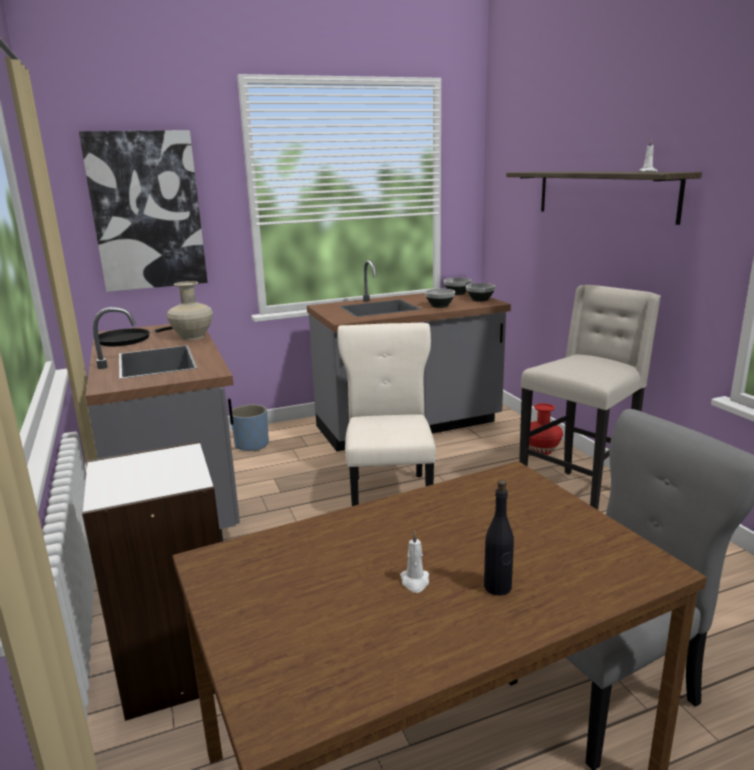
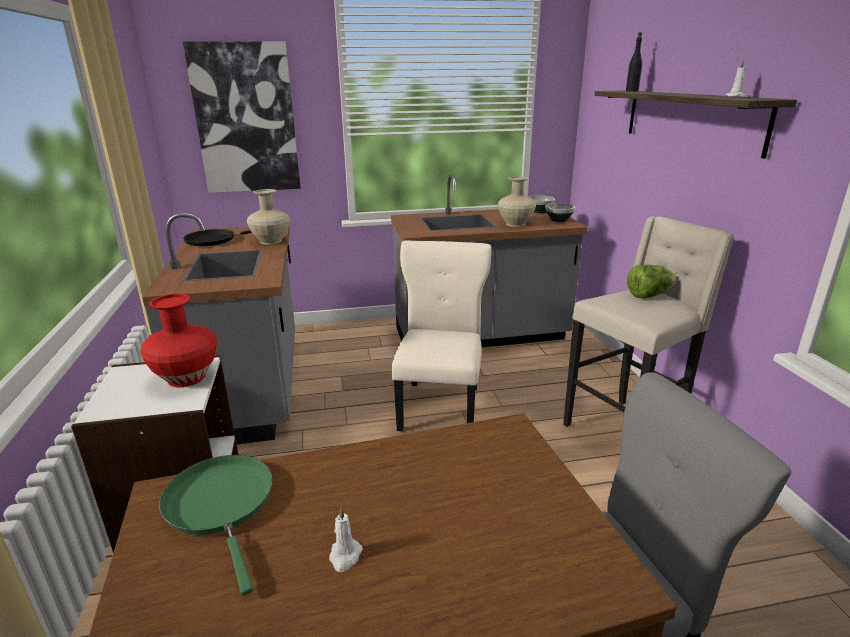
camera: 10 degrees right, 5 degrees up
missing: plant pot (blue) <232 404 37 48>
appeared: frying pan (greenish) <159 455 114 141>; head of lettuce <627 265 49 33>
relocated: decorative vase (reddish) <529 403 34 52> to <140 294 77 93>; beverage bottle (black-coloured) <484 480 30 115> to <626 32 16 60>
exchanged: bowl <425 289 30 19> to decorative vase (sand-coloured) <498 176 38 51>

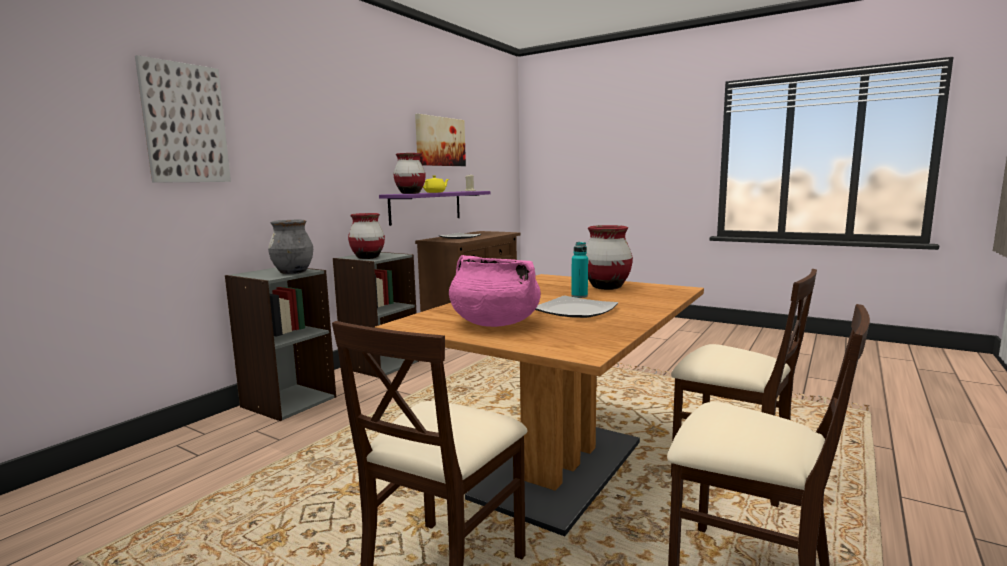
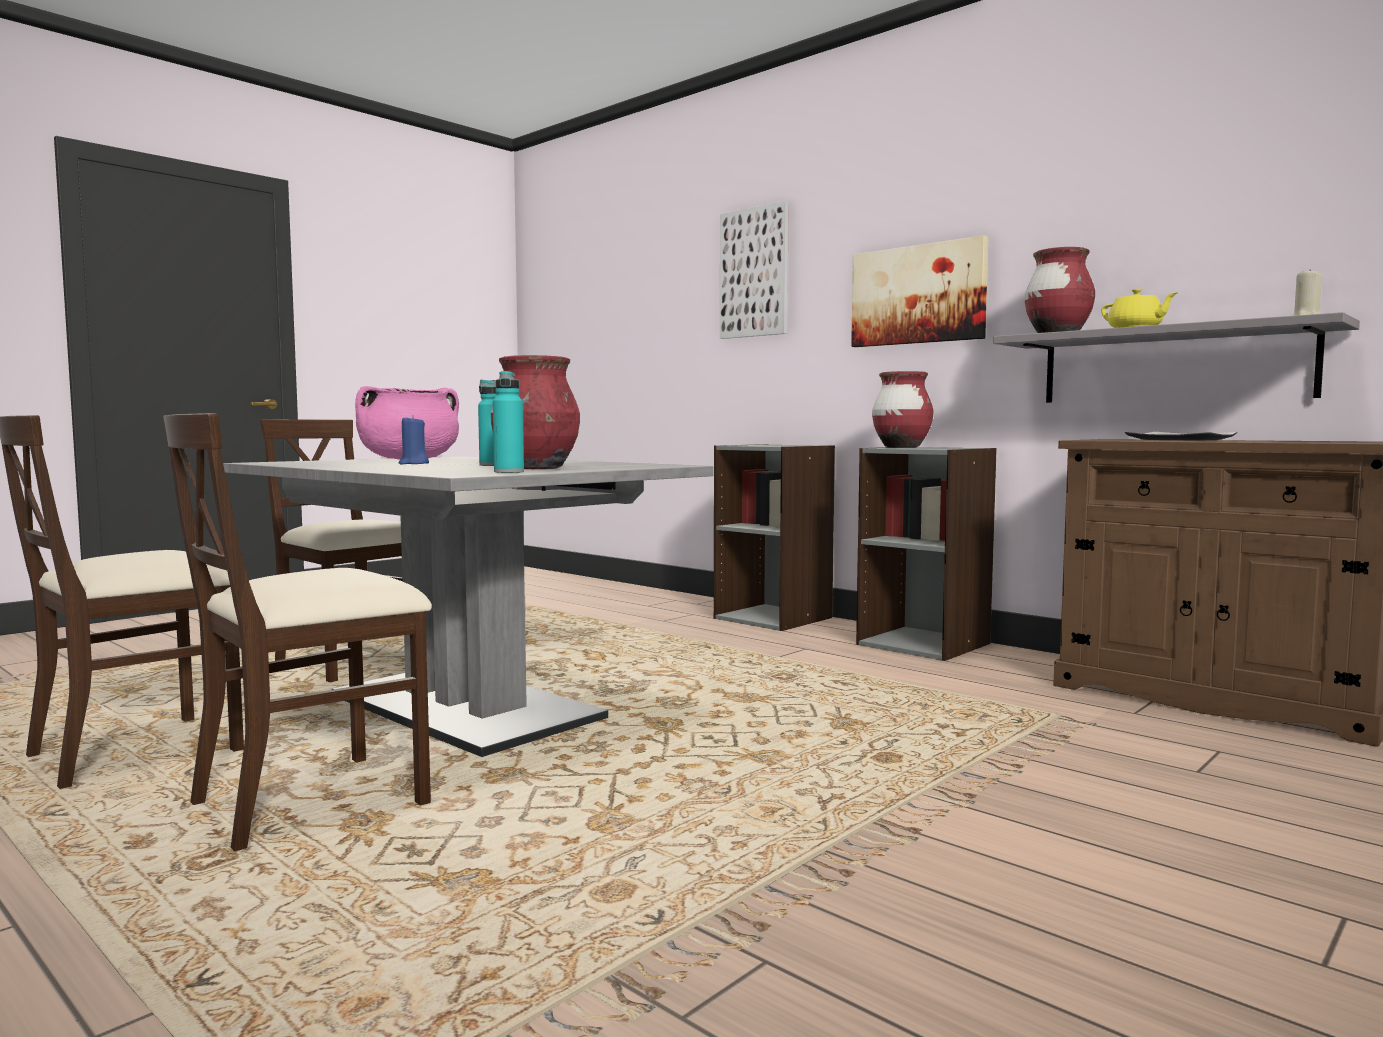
camera: 100 degrees right, 5 degrees down
missing: decorative vase (greyish) <268 220 45 54>
appeared: beverage bottle (blue-green) <493 371 31 102>
relocated: picture <415 114 51 52> to <851 235 137 112>
exchanged: dinner plate <535 296 83 22> to candle (blue) <399 415 30 50>
colour: dining table (brown) <375 274 329 262> to dining table (greyish) <223 457 490 300>; wall shelf (purple-coloured) <379 191 111 35> to wall shelf (greyish) <993 312 367 91>

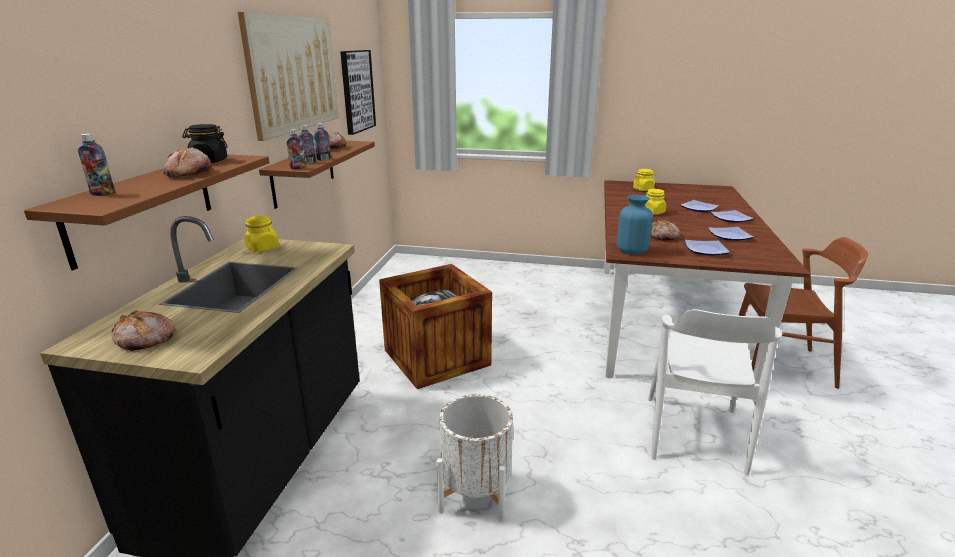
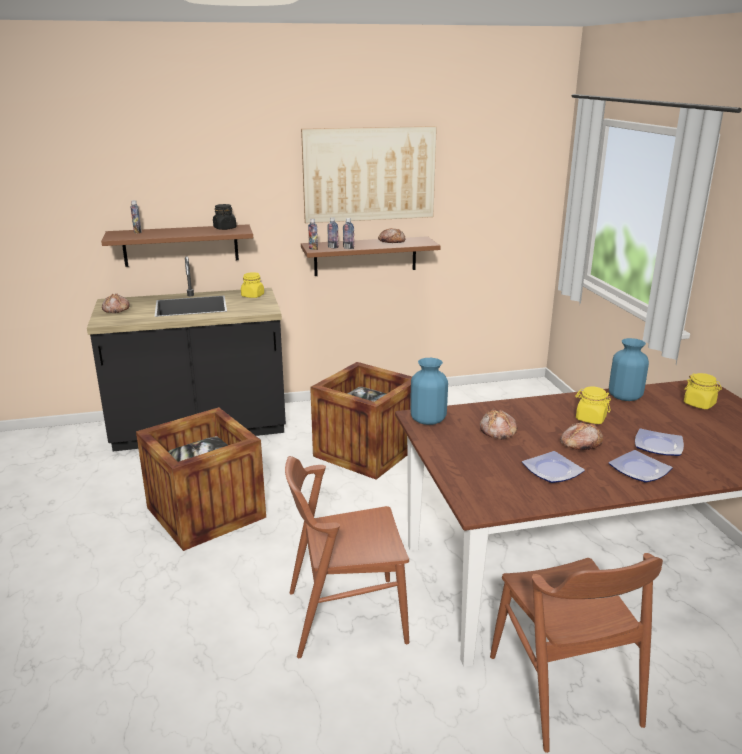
camera: 65 degrees right, 0 degrees up
missing: picture <340 50 36 85>; dinner plate <685 240 45 15>
appeared: decorative vase (blue) <609 338 40 63>
relocated: baked bread <163 147 49 30> to <560 422 43 28>
exchanged: plant pot (whitish) <436 394 77 128> to shipping crate <136 407 130 144>
colour: upright chair (whitish) <648 309 134 167> to upright chair (brown) <285 456 124 202>

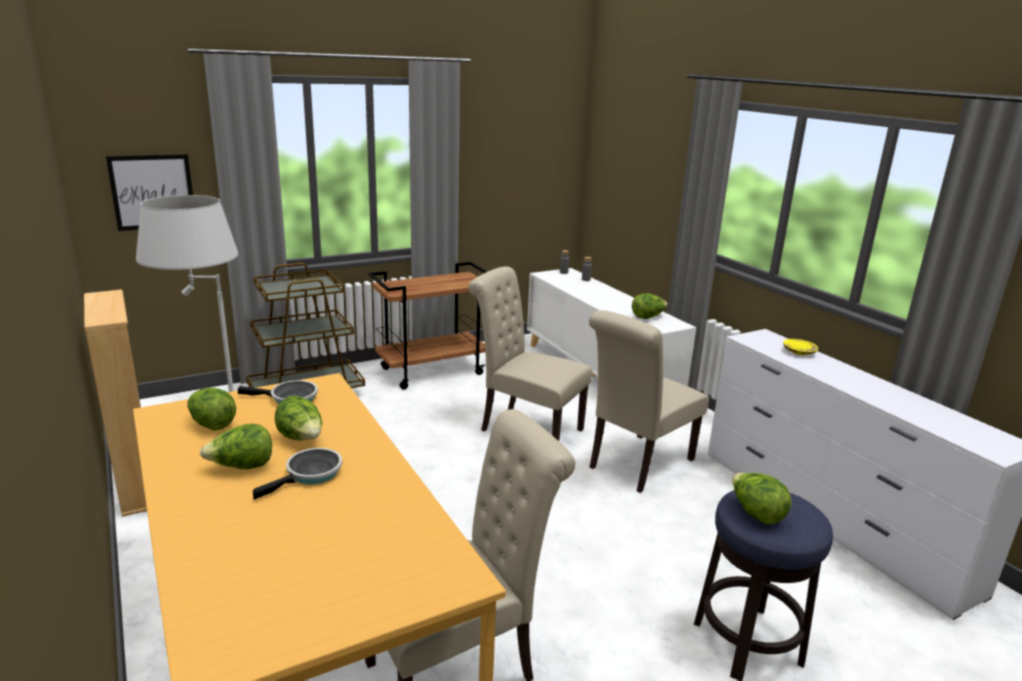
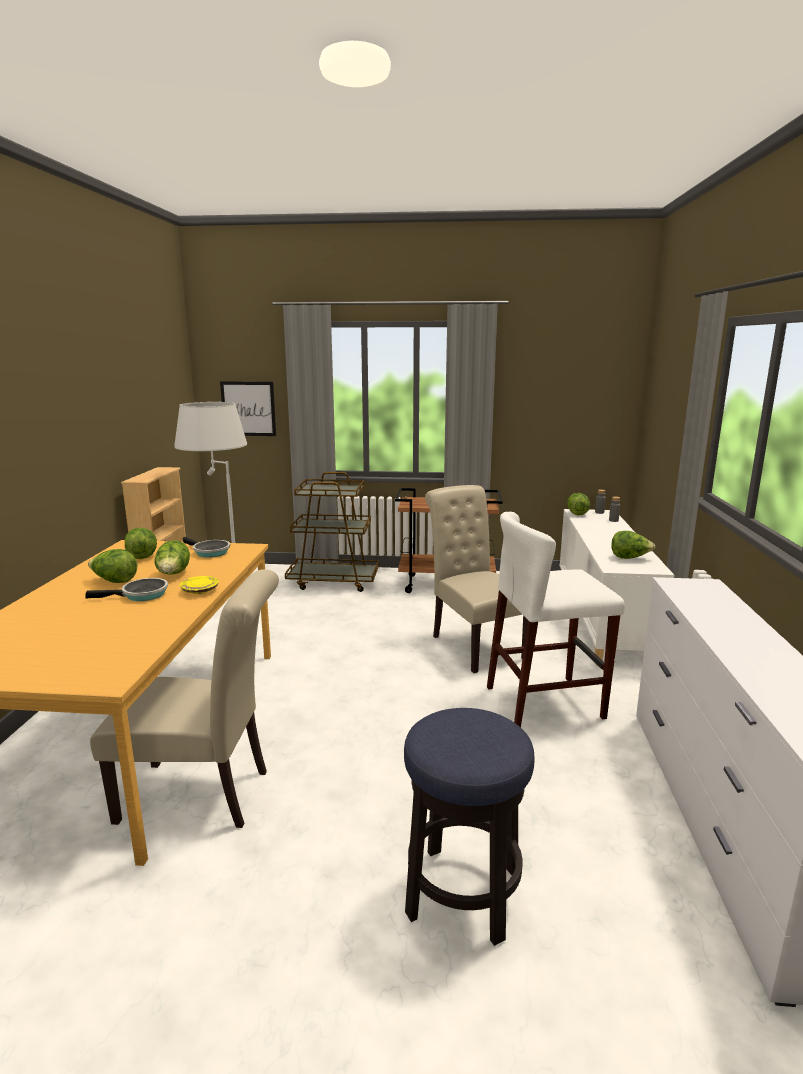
camera: 35 degrees right, 5 degrees down
relocated: dinner plate (yellow-coloured) <783 339 35 16> to <180 576 39 18>; head of lettuce <732 473 60 51> to <567 493 23 22>
exchanged: upright chair (sand-coloured) <589 310 120 183> to stool (whitish) <487 512 138 215>

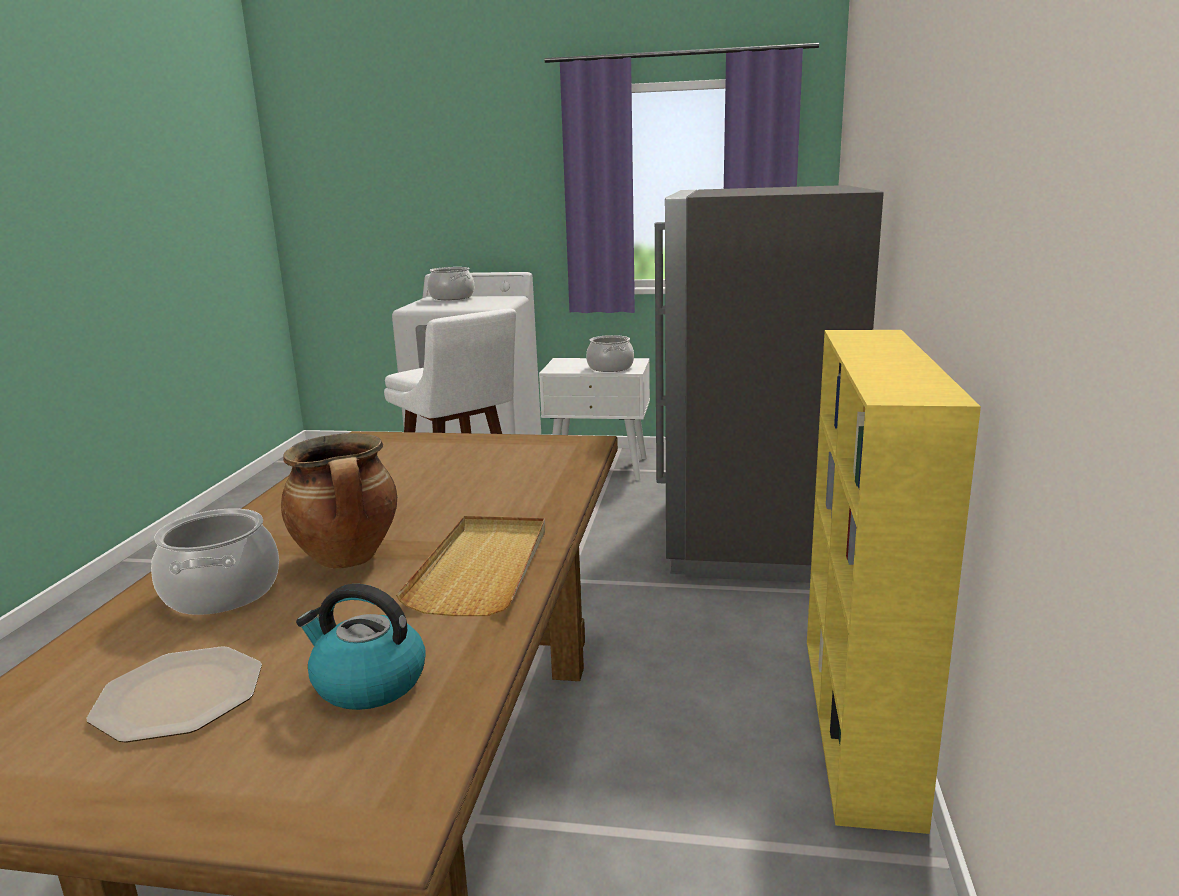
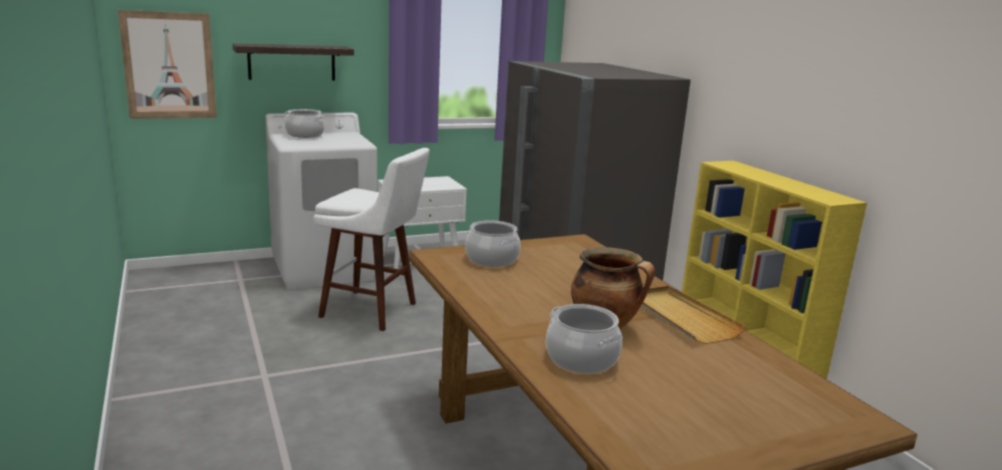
camera: 35 degrees left, 0 degrees up
missing: dinner plate <87 646 175 97>; kettle <296 584 130 126>
appeared: picture <118 10 99 109>; wall shelf <233 43 121 37>
relocated: saucepot <586 335 48 37> to <465 220 56 47>

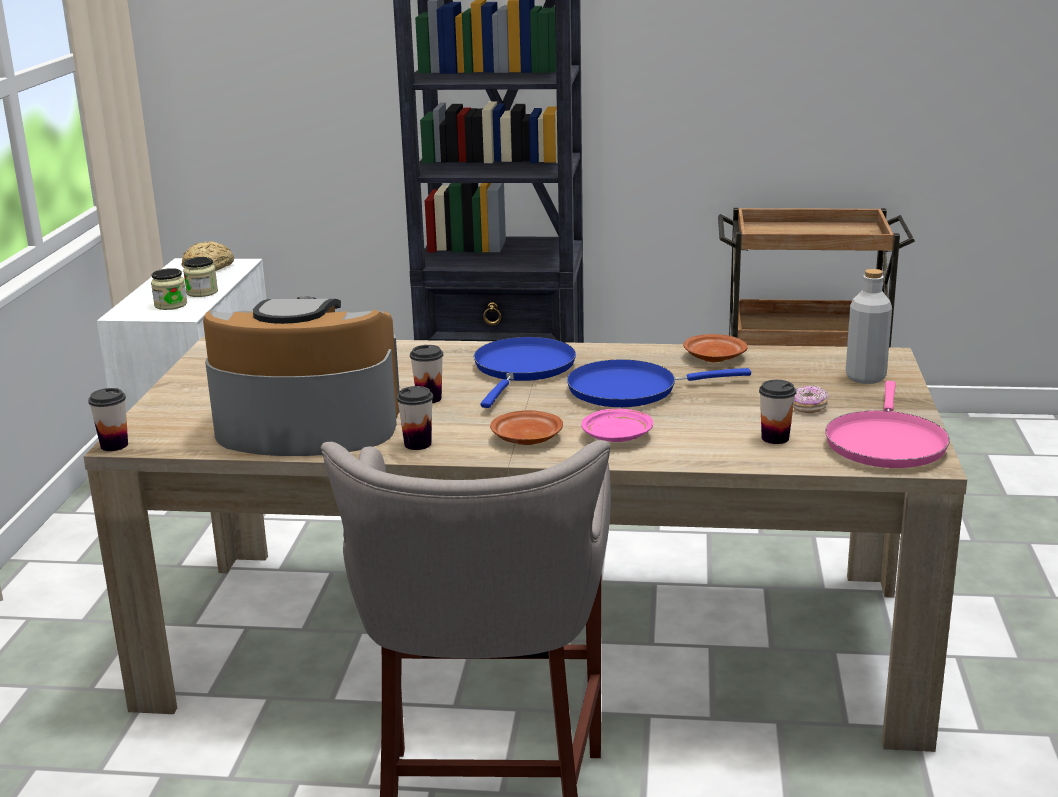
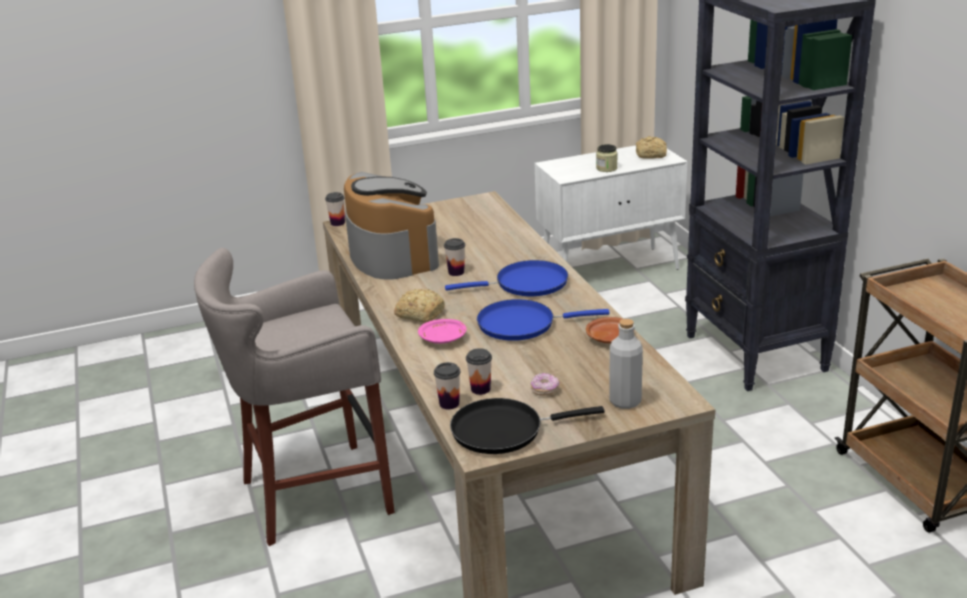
camera: 65 degrees right, 5 degrees up
missing: storage jar <151 268 36 42>
relocated: small cup <397 386 36 64> to <434 362 27 48>
exchanged: dinner plate (brown) <490 410 73 35> to baked bread <394 289 51 34>
colour: frying pan (pink-coloured) <825 381 125 87> to frying pan (black-coloured) <450 398 155 56>
spun: frying pan (blue) <567 359 184 48> = <477 299 133 42> 60 degrees counterclockwise

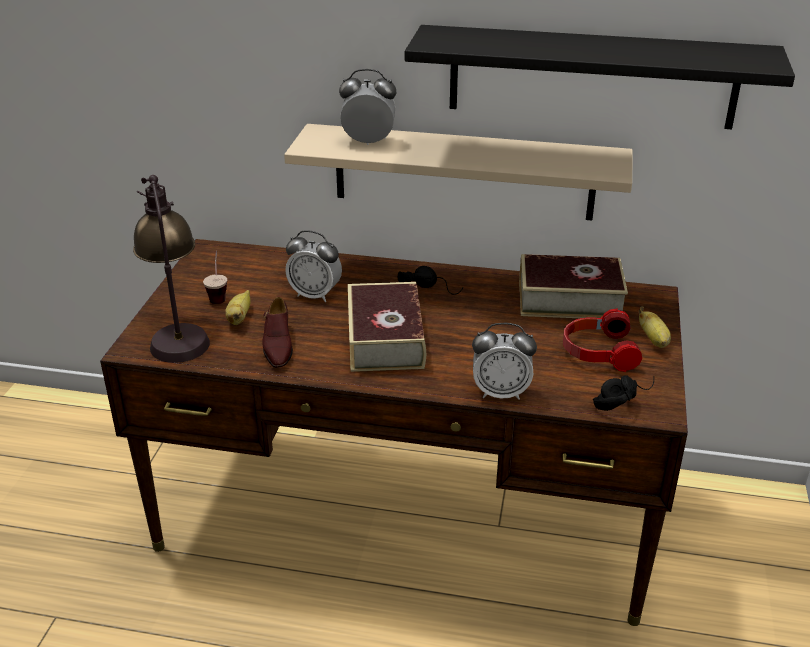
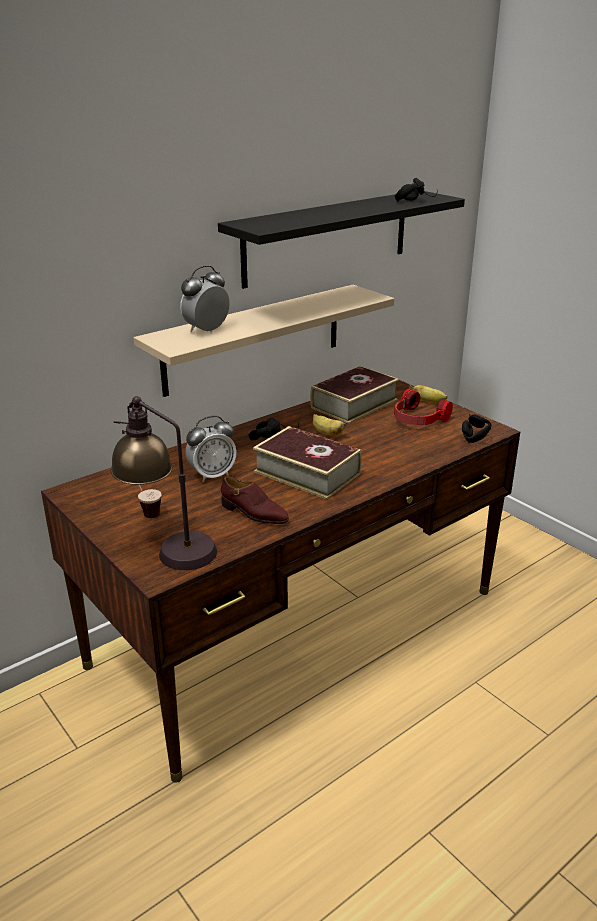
camera: 50 degrees left, 5 degrees down
missing: bedside clock <472 323 65 77>
appeared: headset (black-coloured) <395 178 43 24>
relocated: banana <225 290 26 35> to <313 414 33 22>

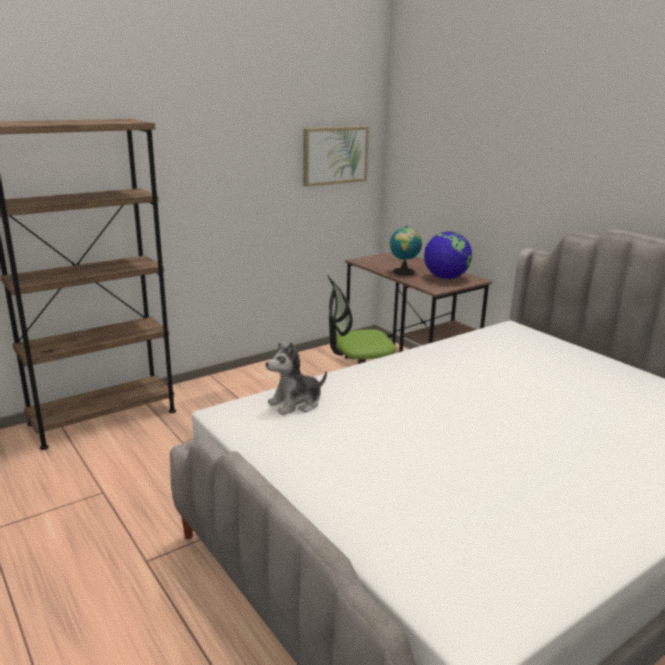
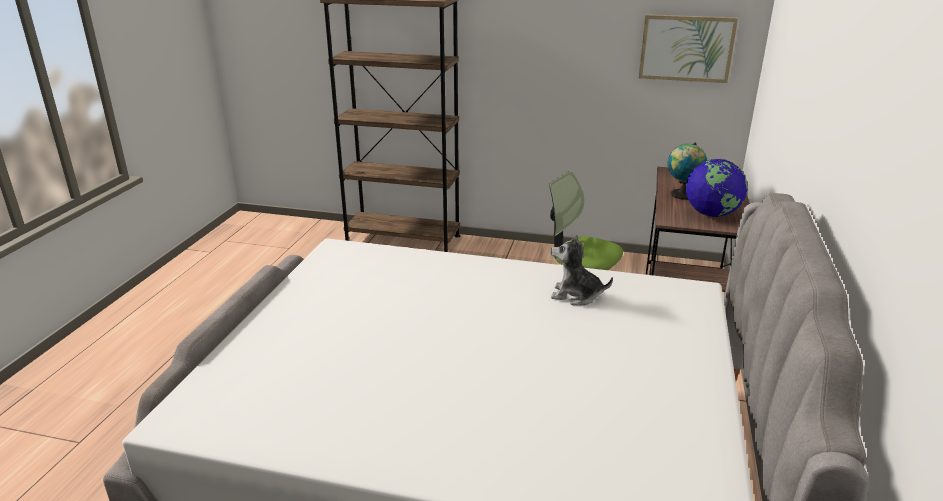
camera: 50 degrees right, 5 degrees up
relocated: plush toy <266 342 61 73> to <551 235 62 70>

